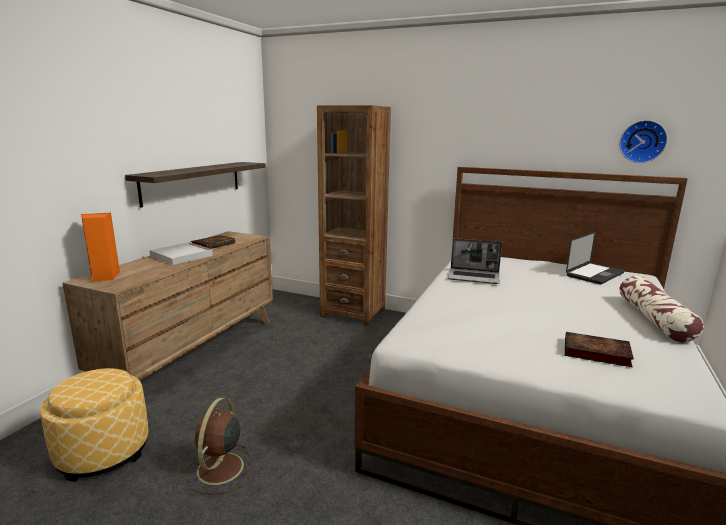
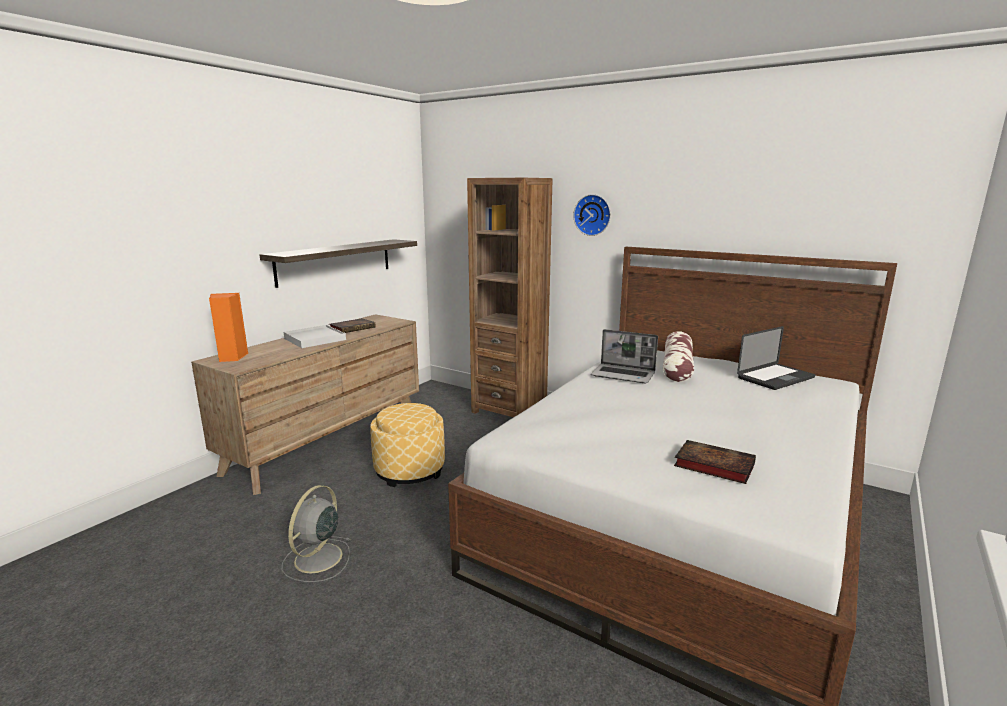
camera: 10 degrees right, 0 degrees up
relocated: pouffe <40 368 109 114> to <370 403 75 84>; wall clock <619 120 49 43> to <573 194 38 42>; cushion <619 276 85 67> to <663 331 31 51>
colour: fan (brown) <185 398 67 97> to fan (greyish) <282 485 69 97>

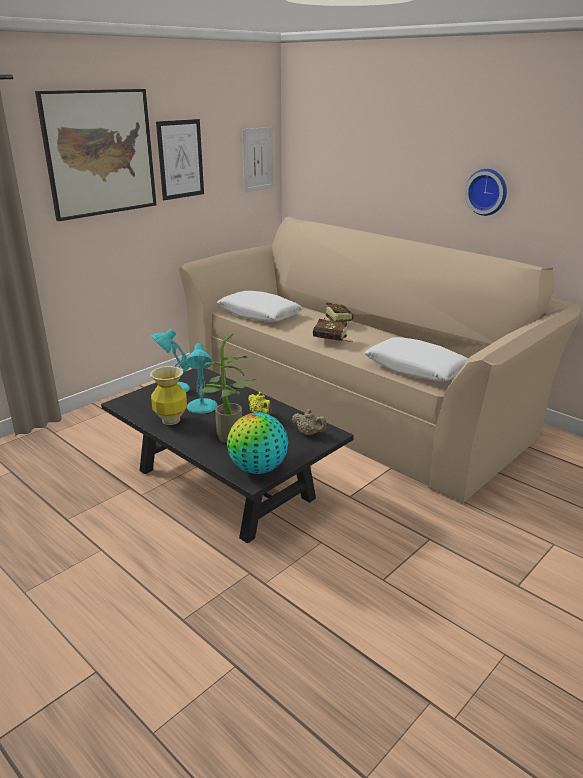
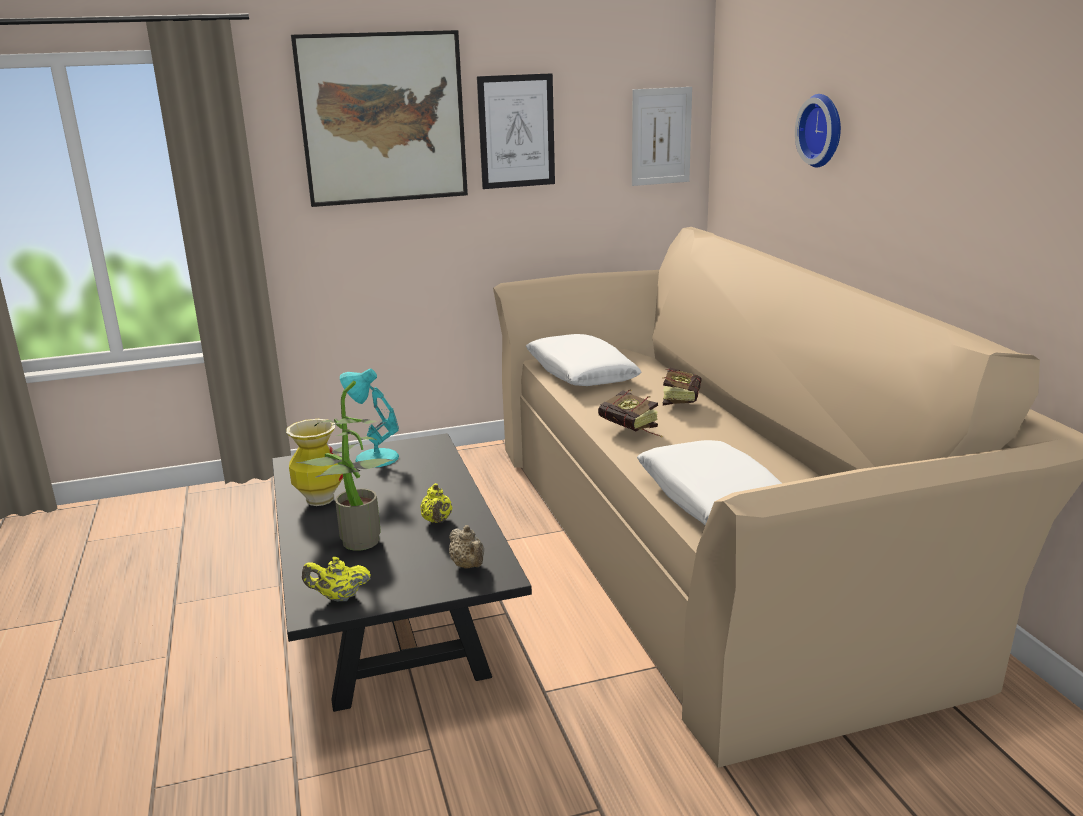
camera: 30 degrees right, 5 degrees down
missing: table lamp (blue-green) <186 343 31 71>
relocated: wall clock <465 169 42 47> to <795 94 46 74>
exchanged: desk globe <227 412 61 62> to pot for tea (yellow-coloured) <302 557 69 45>

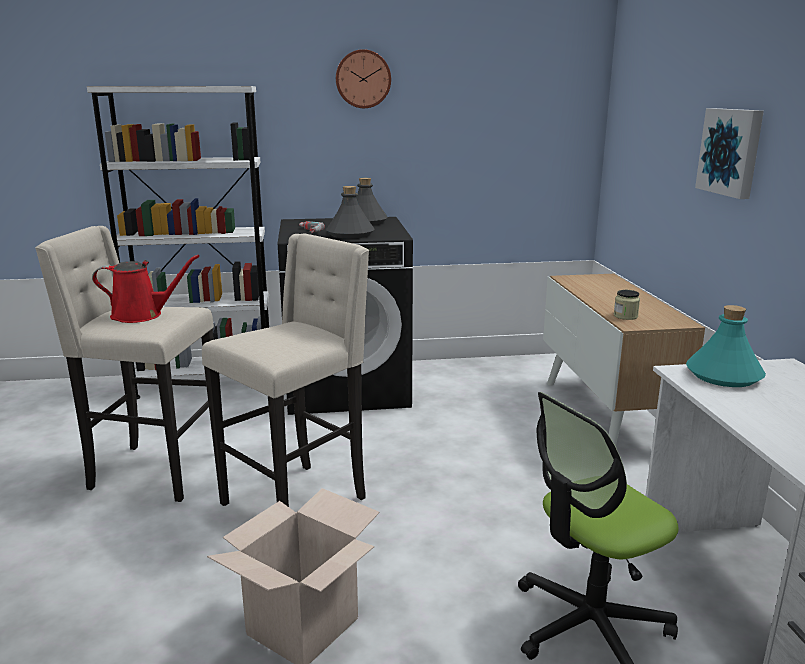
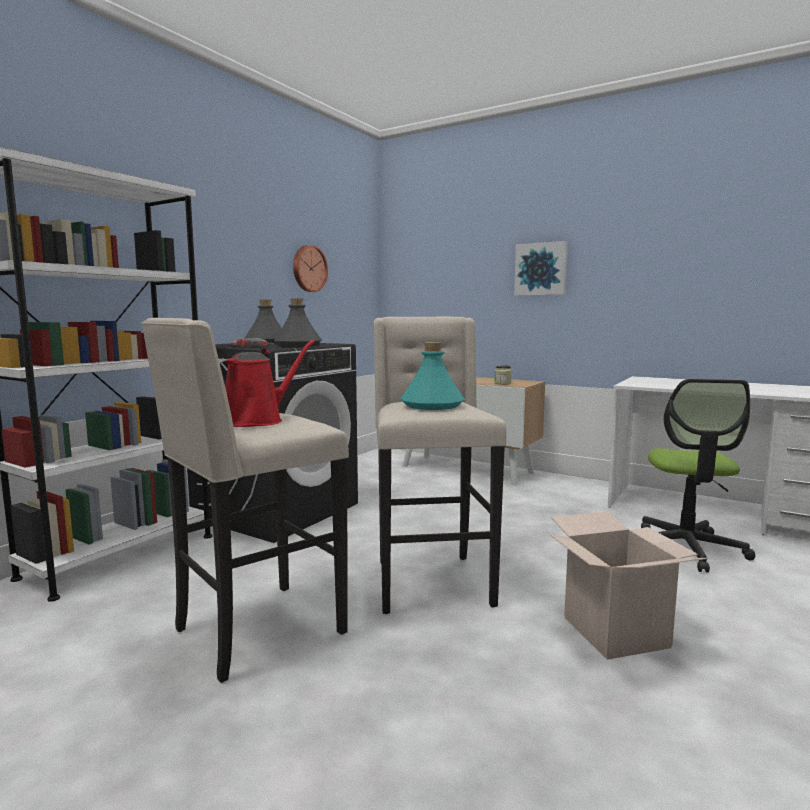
camera: 50 degrees left, 10 degrees down
relocated: wall clock <336 49 55 59> to <293 245 35 47>; beverage bottle (blue-green) <686 305 80 82> to <401 342 64 68>

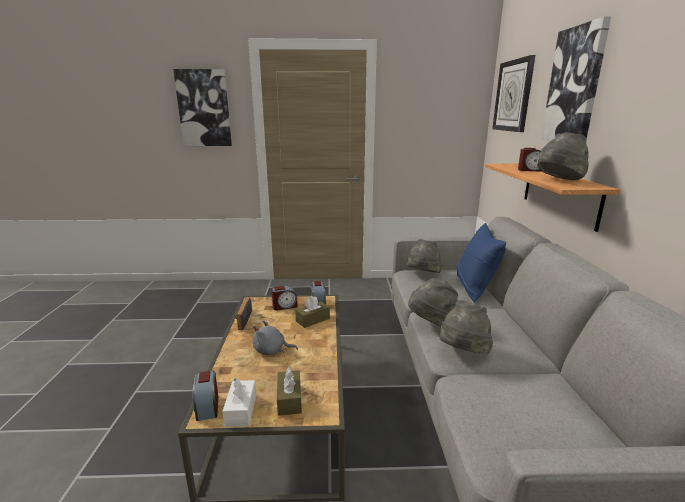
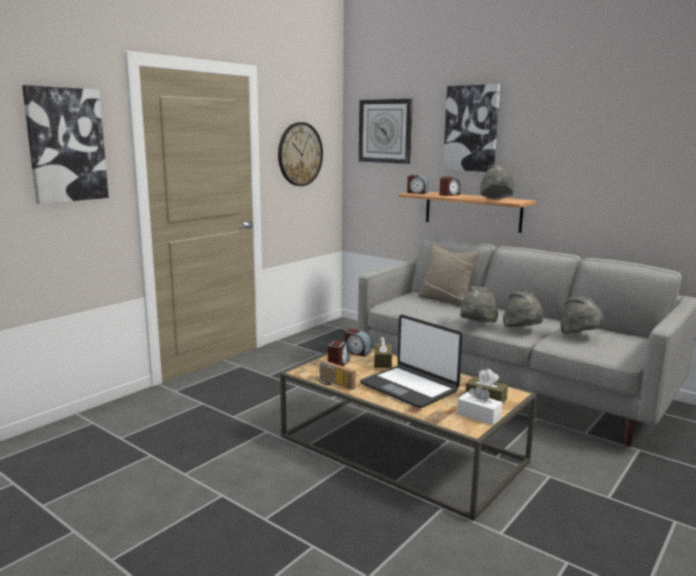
camera: 50 degrees left, 5 degrees down
appeared: wall clock <278 122 45 64>
relocated: bedside clock <193 370 25 51> to <407 175 21 19>; hat (greyish) <407 239 35 34> to <560 296 45 38>
exchanged: plush toy (greyish) <253 320 45 35> to notebook computer <360 315 103 93>
colour: cushion (blue) <457 223 49 80> to cushion (sand-coloured) <418 244 62 63>

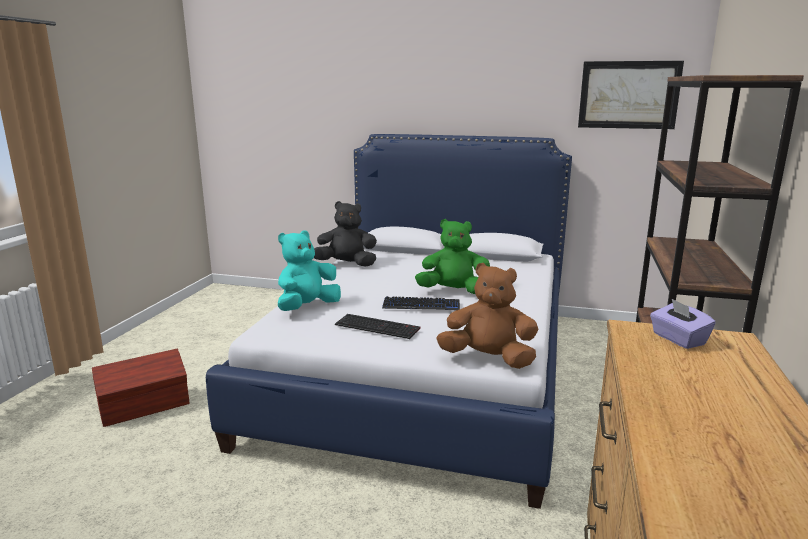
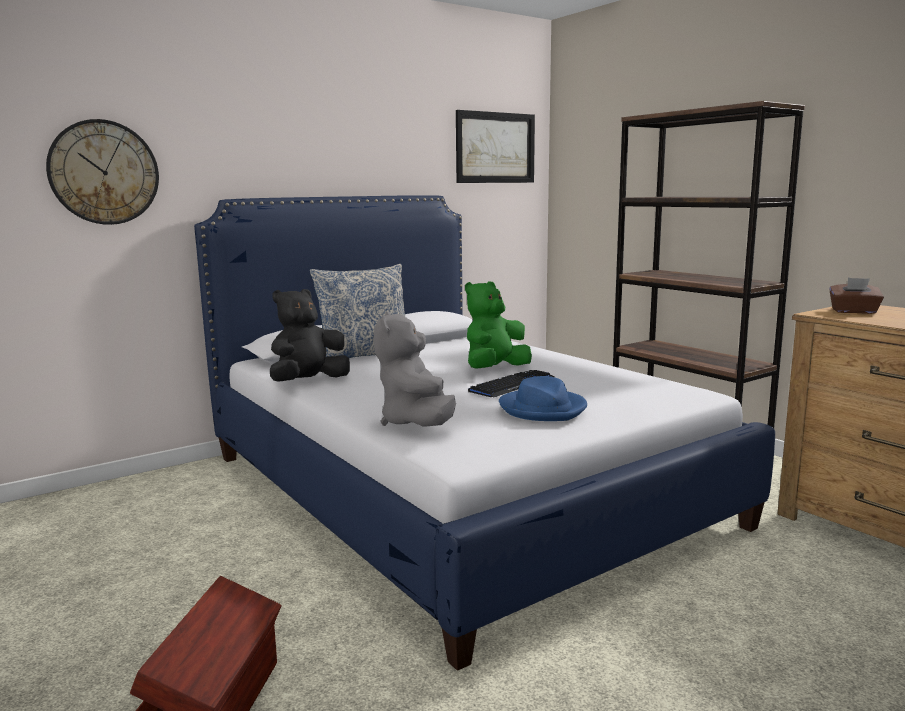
camera: 50 degrees left, 5 degrees down
missing: plush toy (brown) <436 263 102 106>
appeared: wall clock <46 119 113 106>; cushion <310 264 95 94>
exchanged: keyboard <335 314 85 25> to hat (blue) <499 376 88 45>
colour: plush toy (blue-green) <278 230 63 81> to plush toy (greyish) <374 312 82 115>; tissue box (purple-coloured) <650 299 66 50> to tissue box (brown) <829 278 55 36>

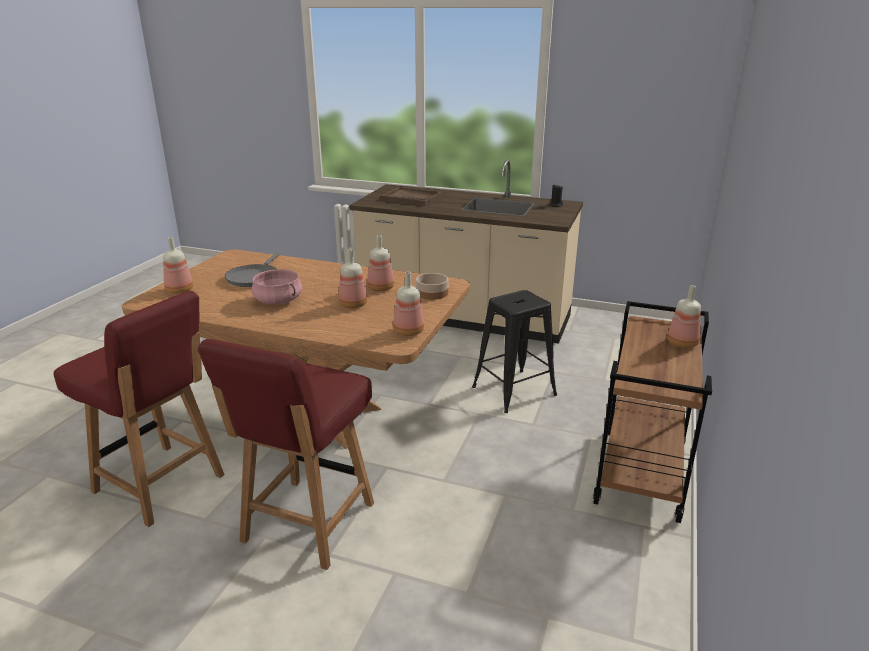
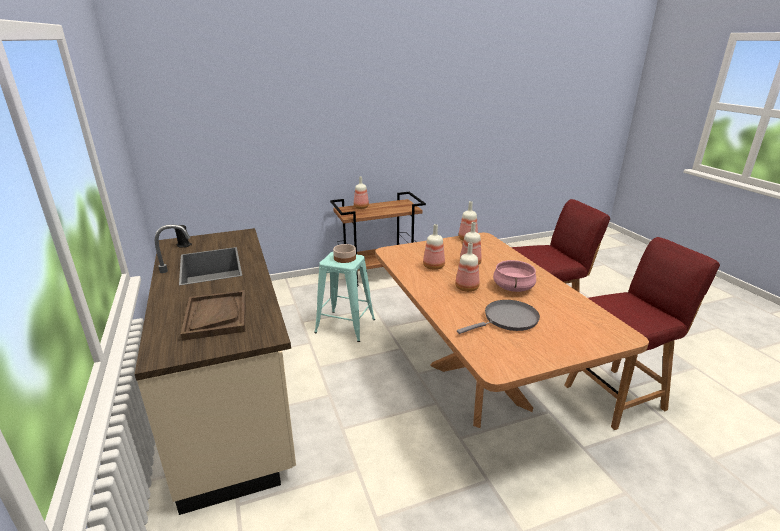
camera: 130 degrees left, 0 degrees up
relocated: bowl <416 273 32 27> to <333 244 23 19>; beverage bottle <163 237 30 57> to <455 243 25 49>
colour: stool (black-coloured) <472 290 85 123> to stool (blue-green) <314 252 61 90>
spun: upright chair (reddish) <54 291 171 236> = <564 237 156 193> 75 degrees clockwise

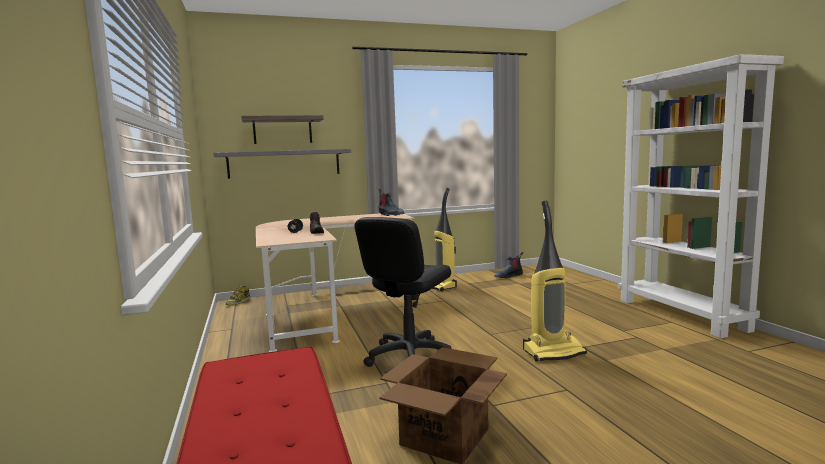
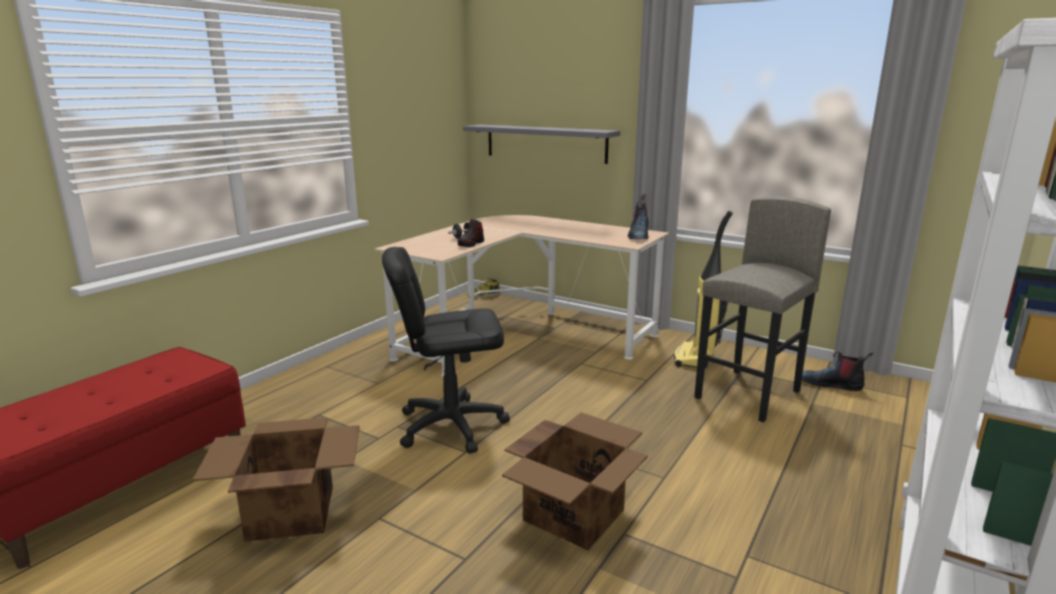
camera: 50 degrees right, 10 degrees up
missing: wall shelf <241 115 82 29>
appeared: stool (greyish) <694 196 137 226>
exchanged: vacuum <523 201 64 161> to cardboard box <502 412 146 138>

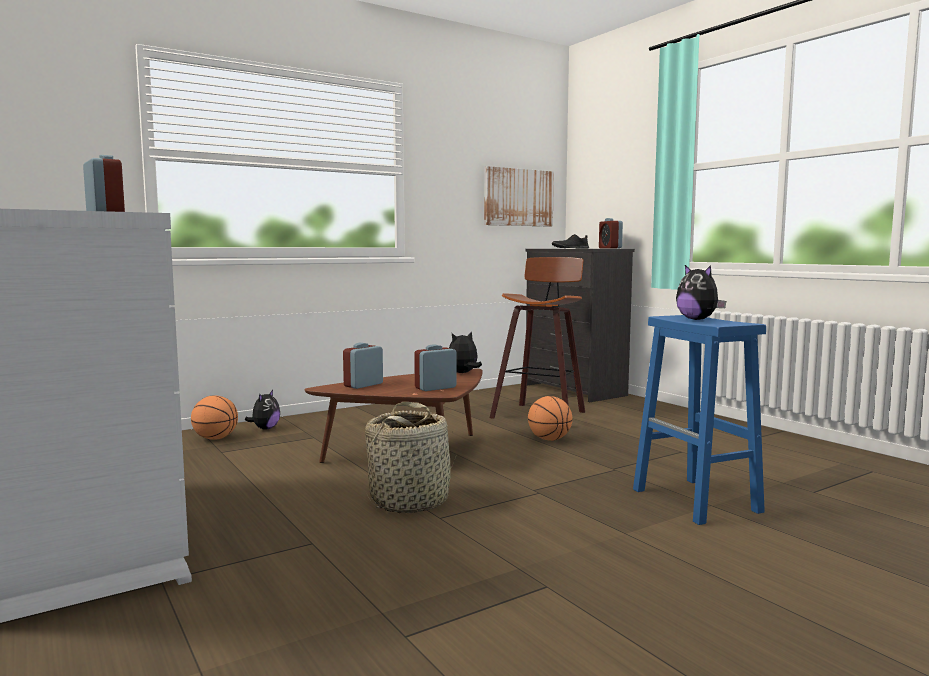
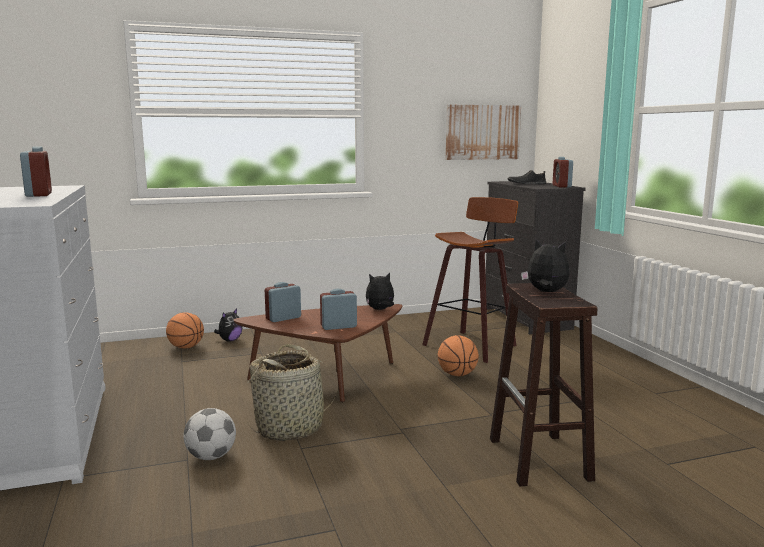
camera: 15 degrees right, 5 degrees up
appeared: football ball <184 408 52 52>
colour: stool (blue) <633 315 133 210> to stool (brown) <490 283 107 204>
spun: plush toy <676 265 50 55> = <521 239 49 53> 135 degrees clockwise

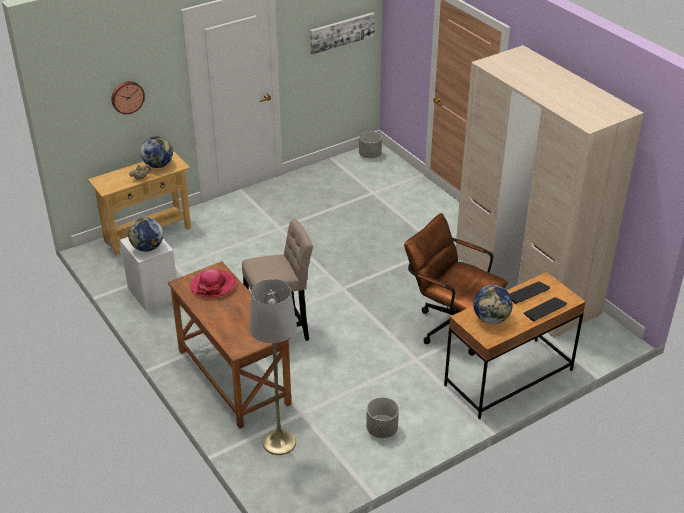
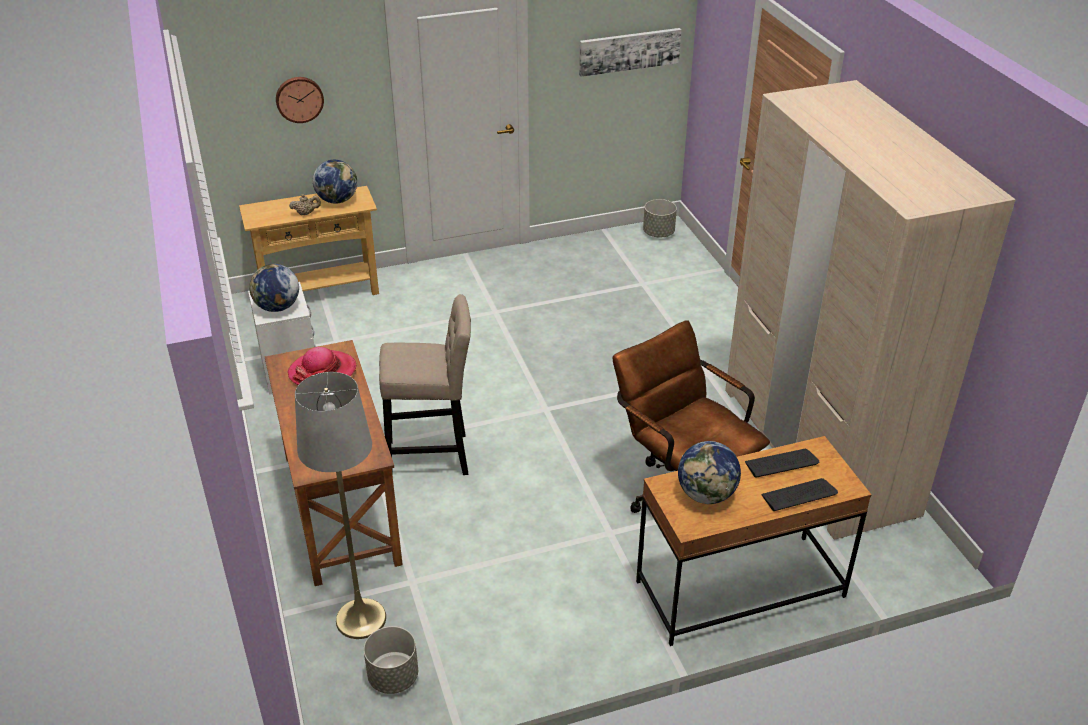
camera: 15 degrees right, 0 degrees up
relocated: plant pot (greyish) <366 397 33 41> to <364 626 54 68>

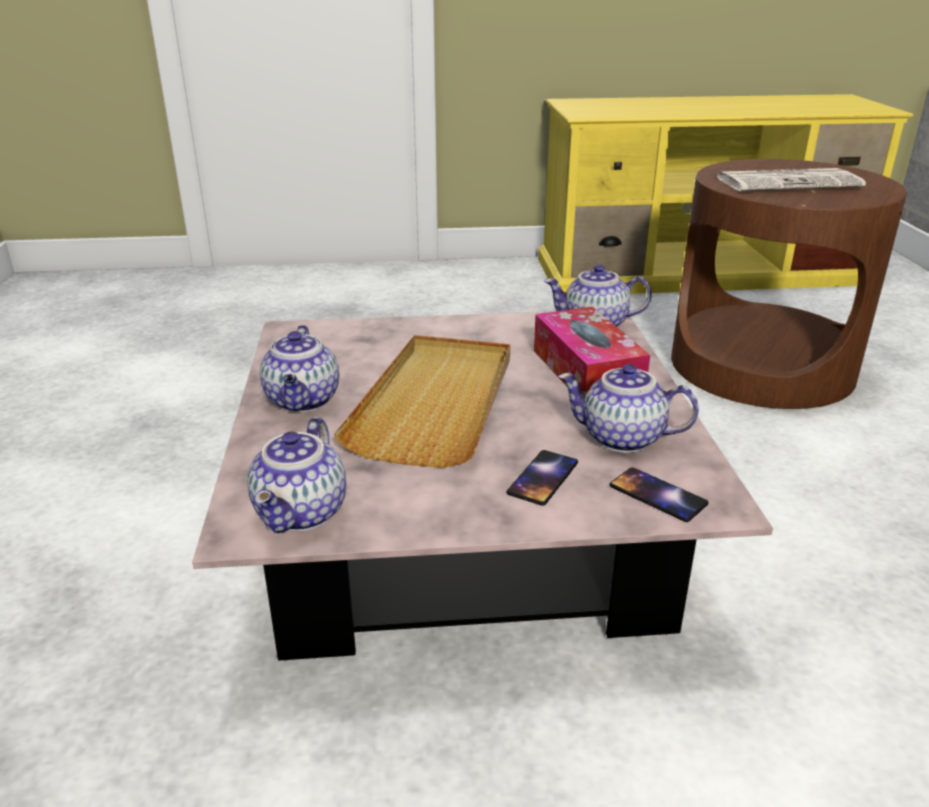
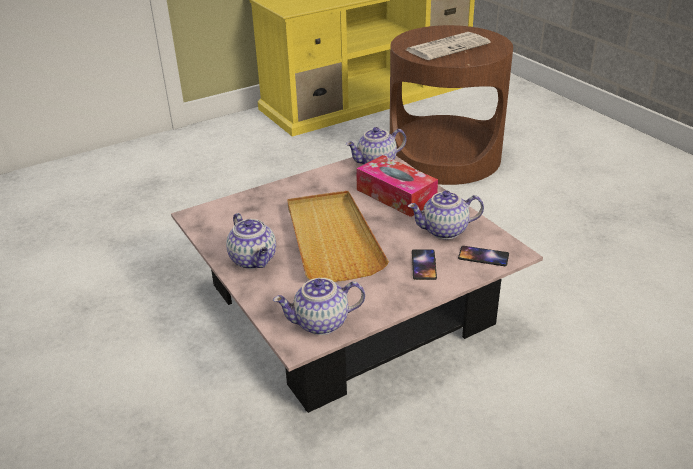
camera: 25 degrees left, 5 degrees up
spun: pot for tea <248 417 98 116> = <273 278 92 57> 90 degrees clockwise

